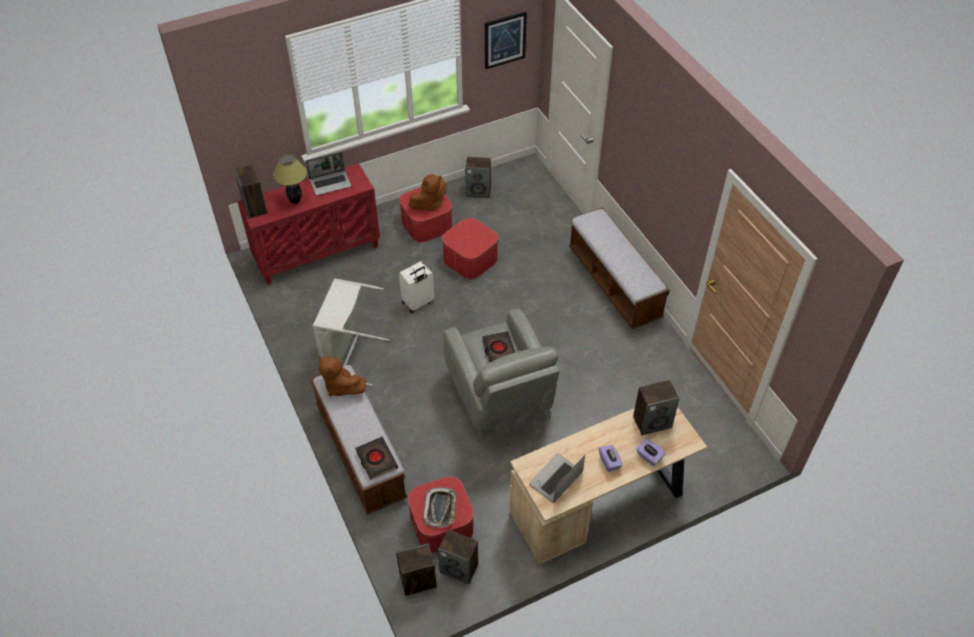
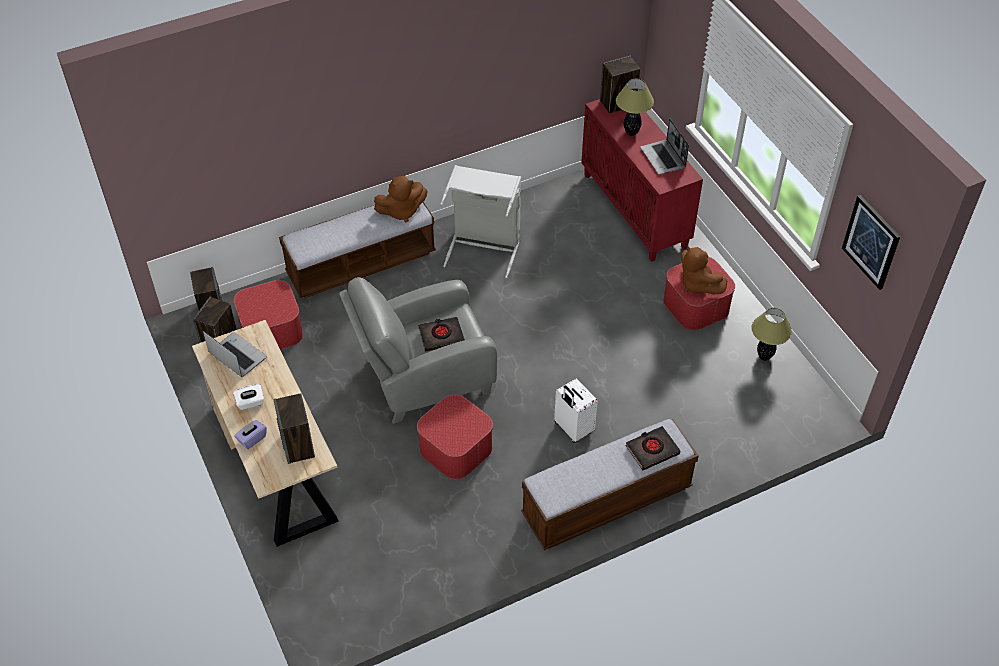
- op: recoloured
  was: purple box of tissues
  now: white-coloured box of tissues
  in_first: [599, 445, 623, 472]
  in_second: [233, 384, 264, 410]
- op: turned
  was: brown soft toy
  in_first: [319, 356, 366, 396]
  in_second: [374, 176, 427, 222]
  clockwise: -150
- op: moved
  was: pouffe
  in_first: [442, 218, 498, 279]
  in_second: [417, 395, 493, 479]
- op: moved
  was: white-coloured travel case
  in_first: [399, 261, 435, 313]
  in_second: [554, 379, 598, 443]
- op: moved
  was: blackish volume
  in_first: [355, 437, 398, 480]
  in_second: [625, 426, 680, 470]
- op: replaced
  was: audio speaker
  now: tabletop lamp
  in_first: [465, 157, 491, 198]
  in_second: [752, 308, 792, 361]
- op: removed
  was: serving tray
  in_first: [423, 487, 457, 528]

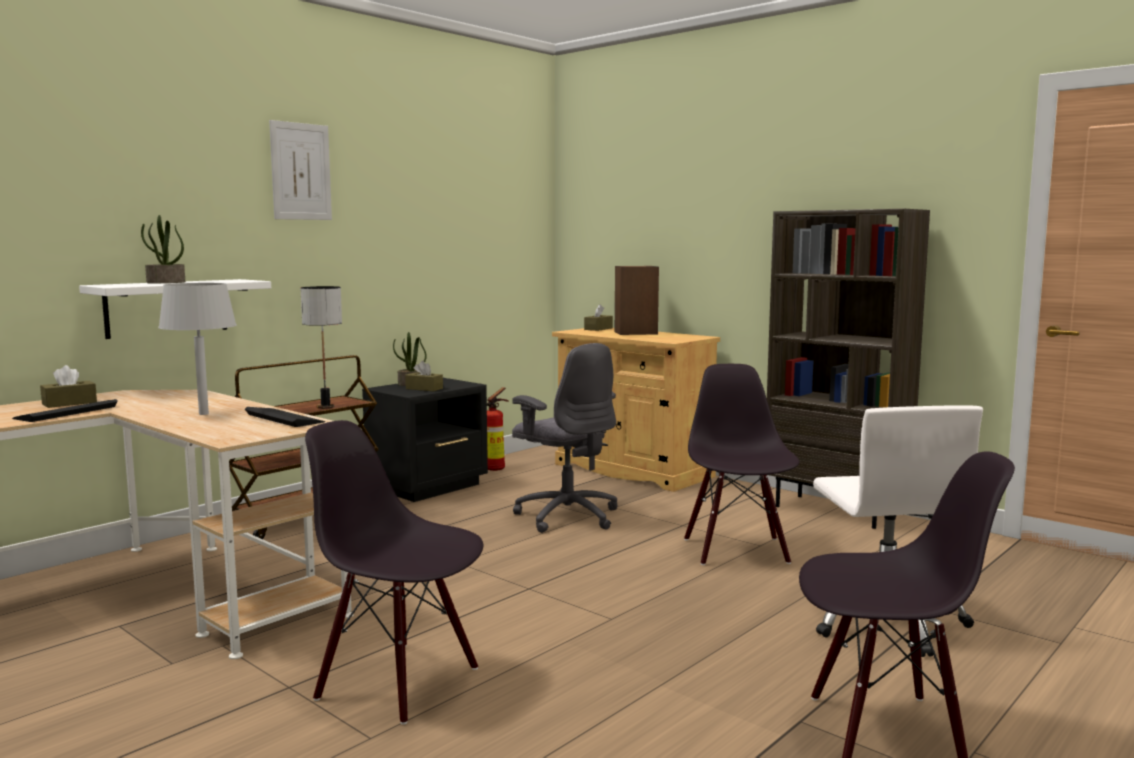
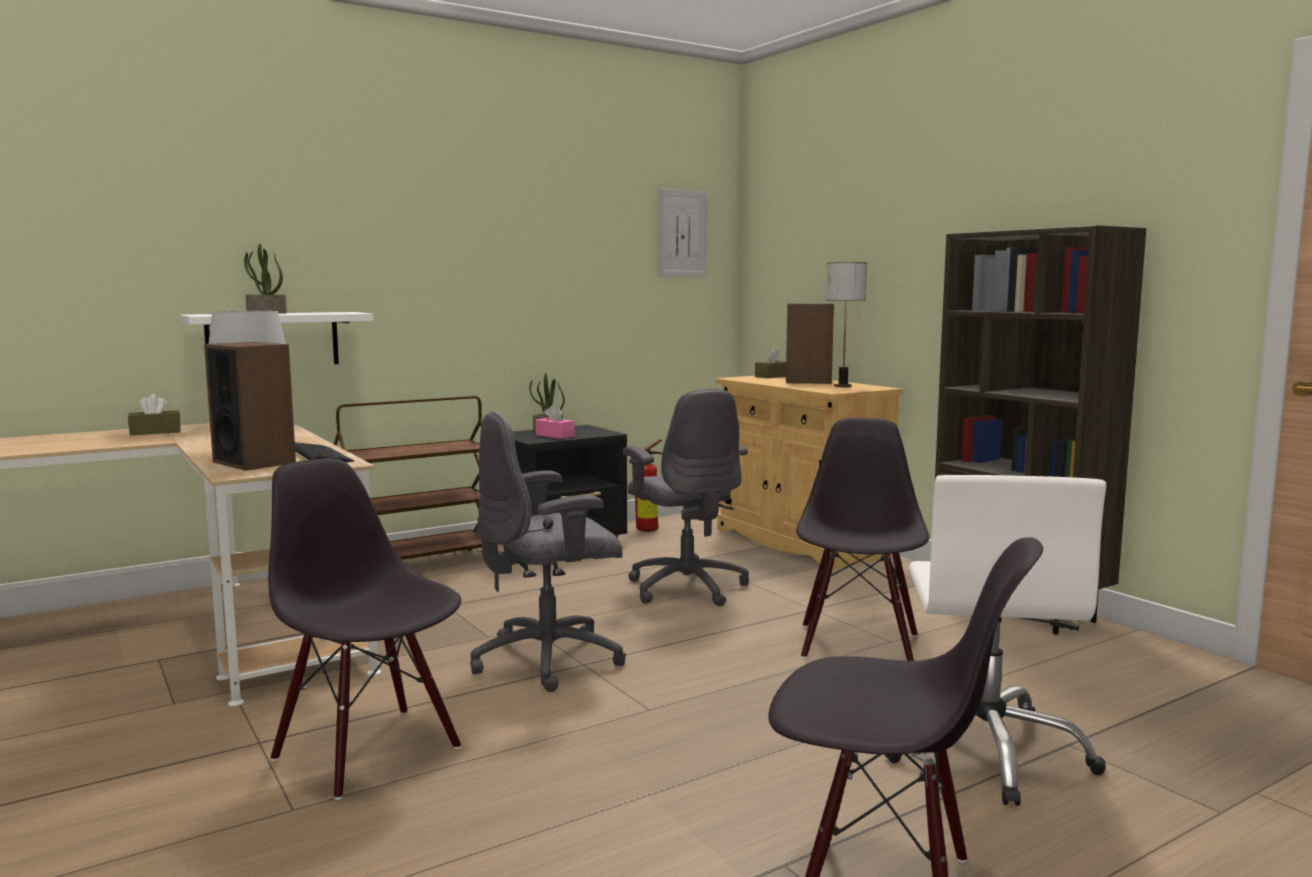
- op: added
  now: audio speaker
  in_second: [204, 342, 296, 471]
- op: added
  now: gray office chair
  in_second: [470, 412, 626, 692]
- op: recoloured
  was: brown box of tissues
  now: pink box of tissues
  in_first: [405, 361, 443, 391]
  in_second: [535, 405, 575, 439]
- op: moved
  was: picture
  in_first: [269, 120, 332, 220]
  in_second: [658, 188, 708, 277]
- op: moved
  was: tabletop lamp
  in_first: [300, 286, 342, 409]
  in_second: [826, 262, 867, 387]
- op: removed
  was: PC keyboard
  in_first: [12, 399, 118, 422]

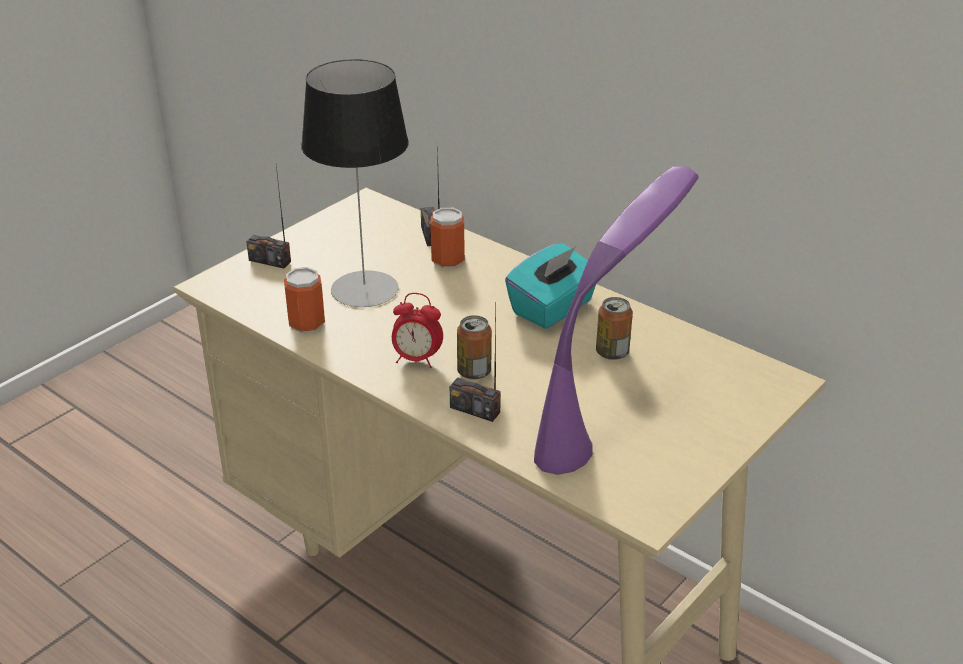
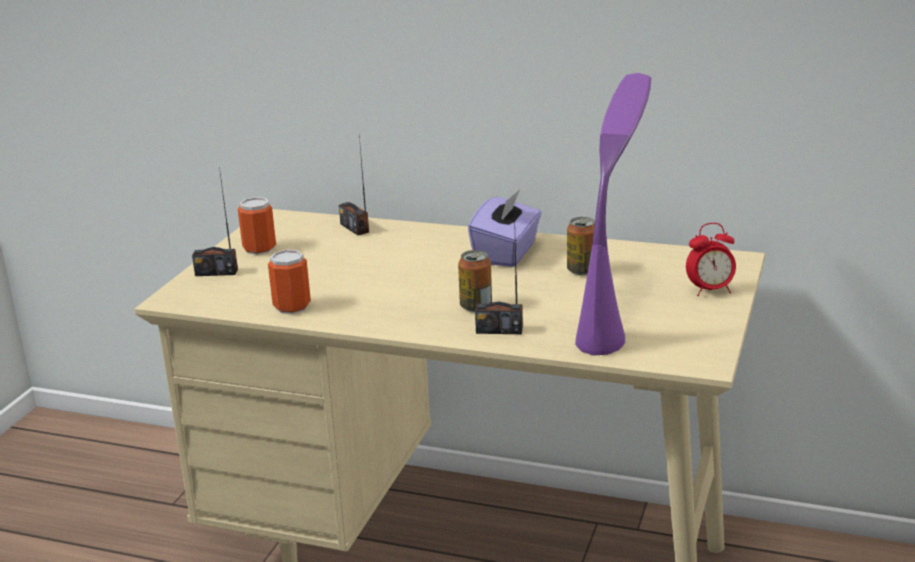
- op: moved
  was: can
  in_first: [431, 208, 465, 268]
  in_second: [238, 197, 276, 255]
- op: recoloured
  was: turquoise-coloured box of tissues
  now: purple box of tissues
  in_first: [505, 243, 597, 329]
  in_second: [468, 189, 542, 267]
- op: moved
  was: alarm clock
  in_first: [392, 293, 443, 368]
  in_second: [686, 223, 736, 296]
- op: removed
  was: tabletop lamp
  in_first: [301, 59, 409, 307]

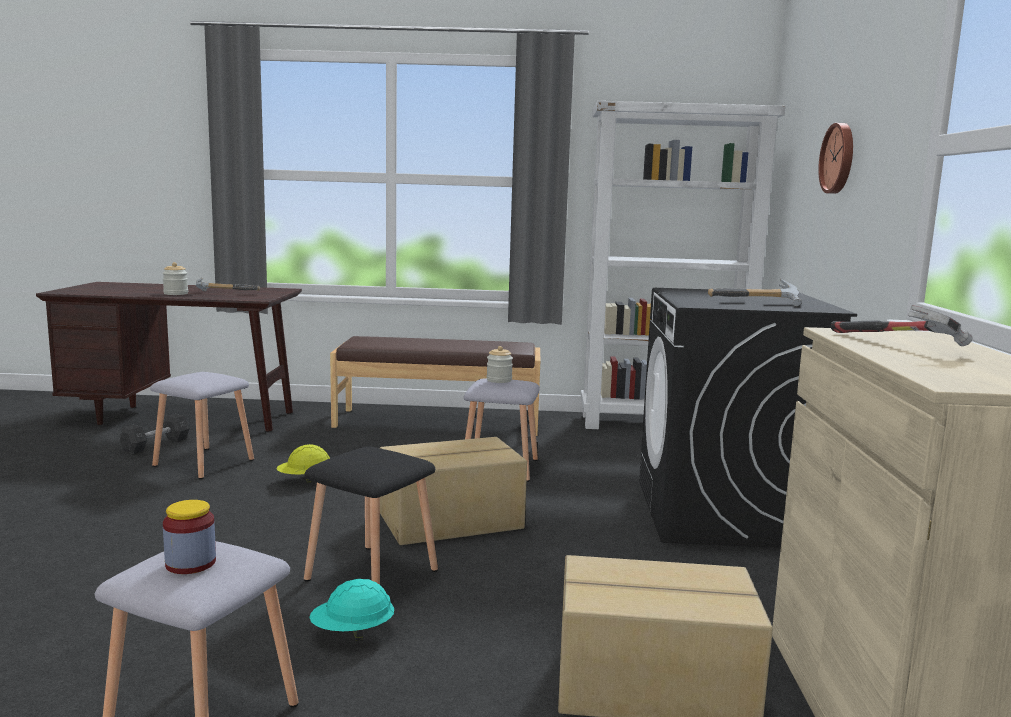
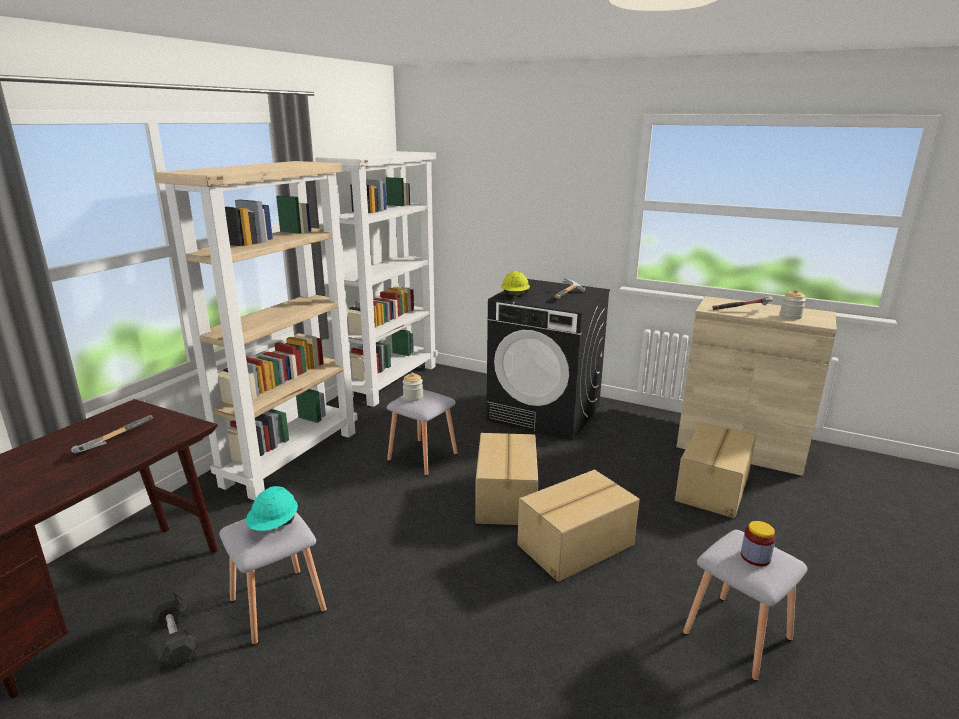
- op: replaced
  was: brown bench
  now: beige-coloured shelving unit
  in_first: [330, 336, 540, 436]
  in_second: [154, 161, 358, 501]
- op: moved
  was: turquoise-coloured safety helmet
  in_first: [309, 579, 394, 641]
  in_second: [246, 486, 298, 531]
- op: moved
  was: yellowish safety helmet
  in_first: [276, 444, 330, 483]
  in_second: [501, 271, 530, 296]
- op: replaced
  was: blackish sitting stool
  now: cardboard box
  in_first: [304, 446, 438, 585]
  in_second: [517, 470, 639, 582]
- op: moved
  was: storage jar
  in_first: [162, 262, 188, 295]
  in_second: [780, 289, 806, 319]
- op: removed
  was: hanging clock
  in_first: [818, 123, 853, 194]

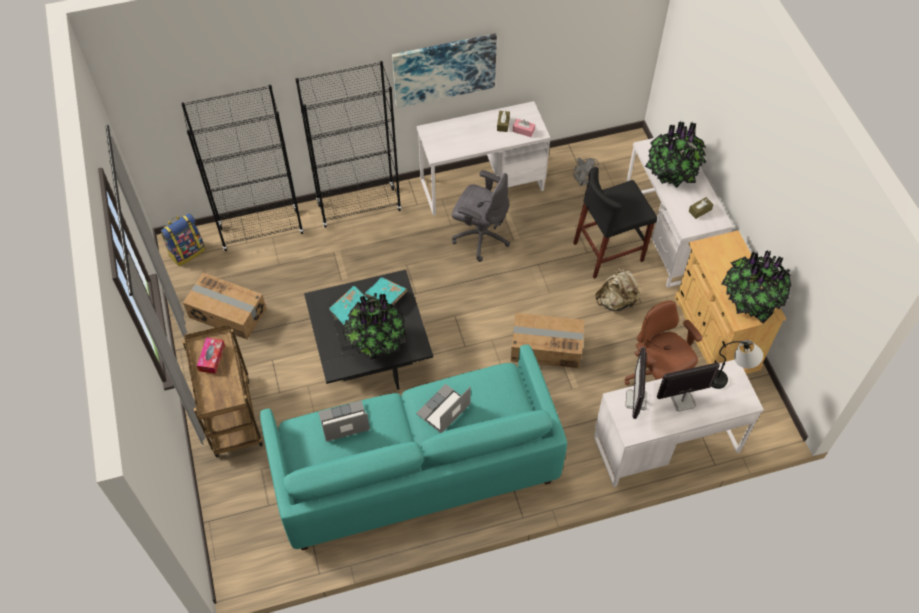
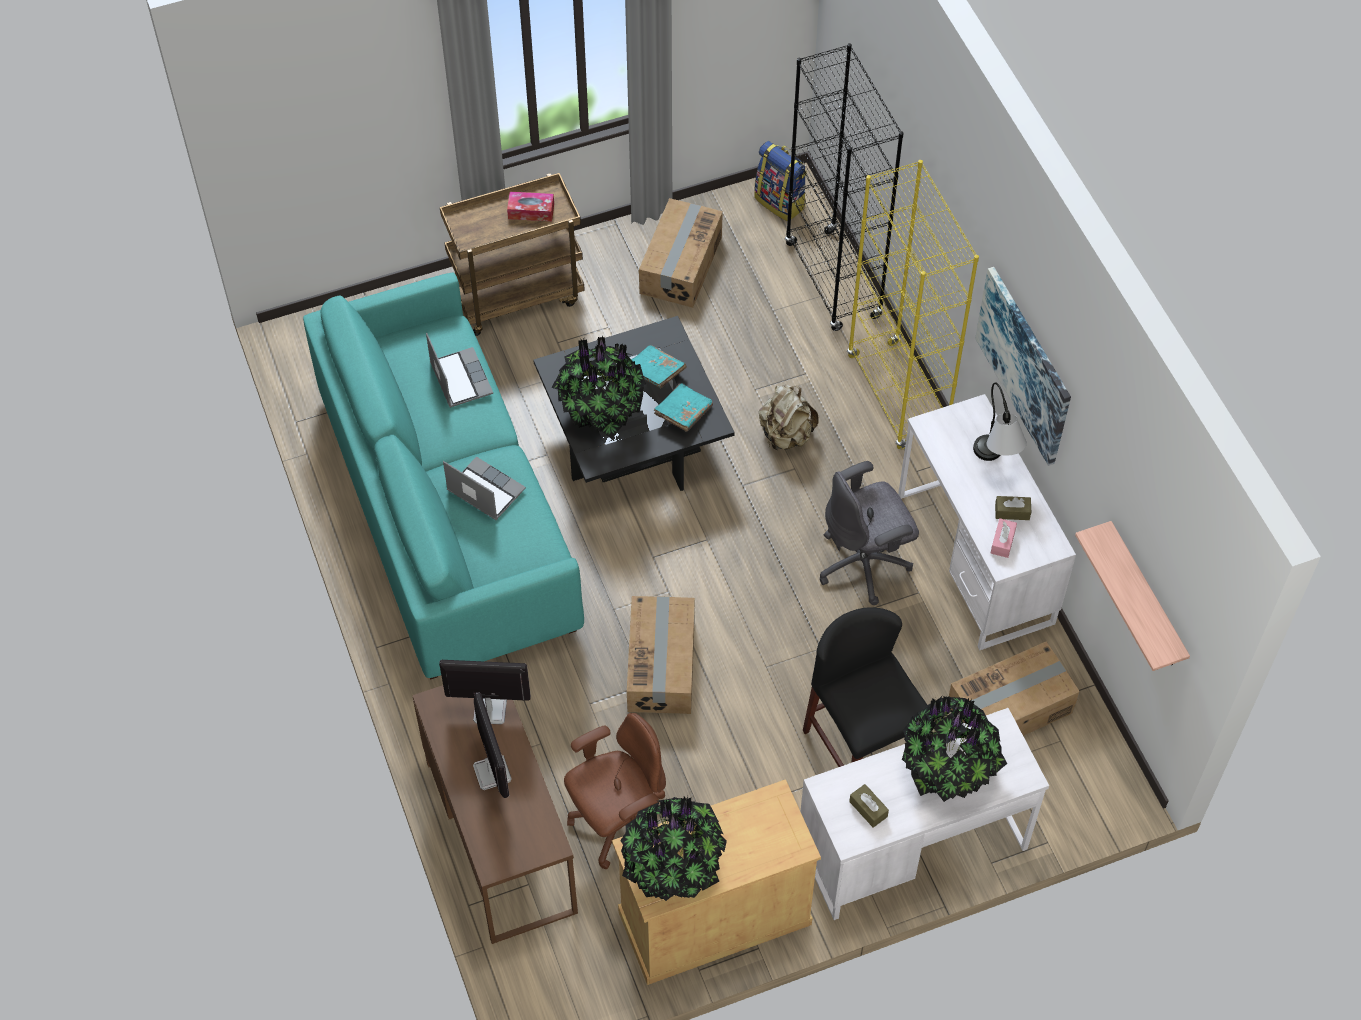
- op: recoloured
  was: white-coloured desk
  now: brown desk
  in_first: [594, 359, 764, 487]
  in_second: [412, 685, 578, 944]
- op: moved
  was: beige-coloured knapsack
  in_first: [595, 267, 640, 311]
  in_second: [759, 385, 819, 451]
- op: turned
  was: gray office chair
  in_first: [452, 170, 510, 262]
  in_second: [820, 461, 919, 605]
  clockwise: 45
- op: recoloured
  was: blackish shelving unit
  now: yellowish shelving unit
  in_first: [295, 61, 402, 228]
  in_second: [847, 160, 979, 450]
- op: replaced
  was: gray cooling fan
  now: cardboard box
  in_first: [573, 158, 599, 186]
  in_second: [949, 641, 1080, 736]
- op: moved
  was: tabletop lamp
  in_first: [711, 340, 763, 389]
  in_second: [973, 382, 1027, 461]
- op: added
  now: shelf
  in_second: [1075, 521, 1190, 671]

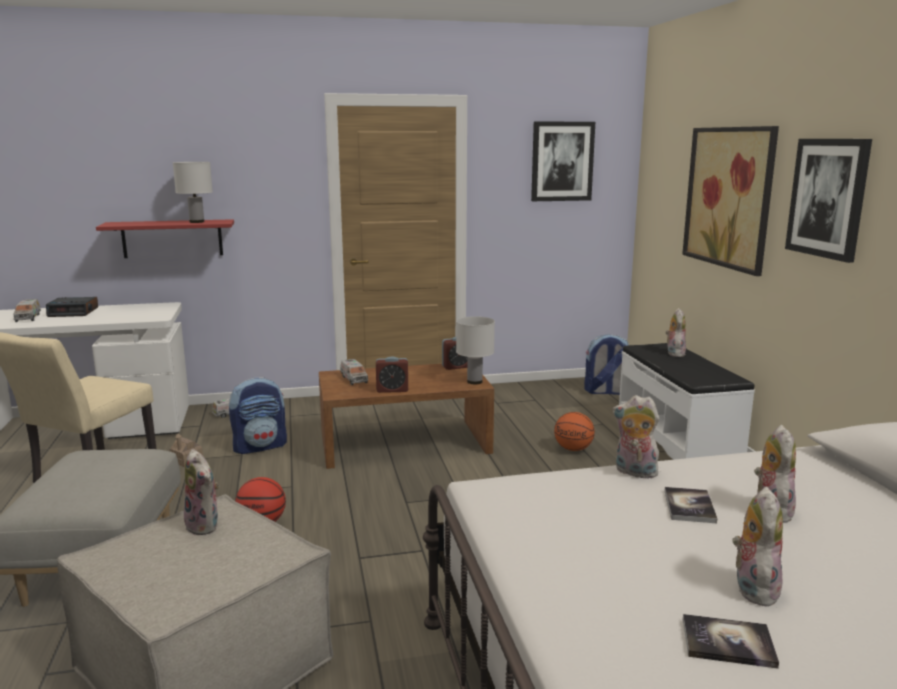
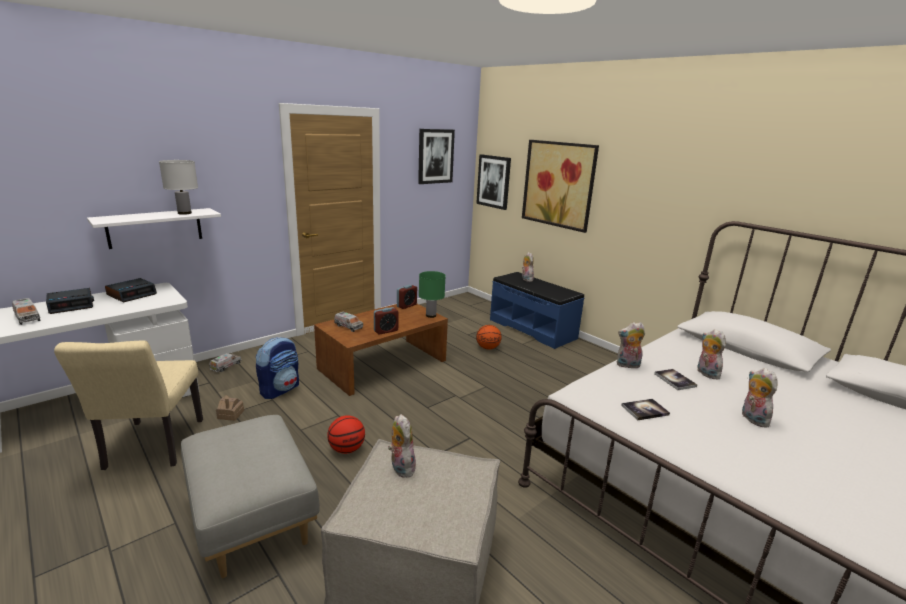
- op: recoloured
  was: red-coloured shelf
  now: white-coloured shelf
  in_first: [96, 219, 234, 258]
  in_second: [87, 208, 221, 249]
- op: added
  now: alarm clock
  in_second: [105, 278, 157, 302]
- op: turned
  was: soft toy
  in_first: [184, 449, 219, 536]
  in_second: [388, 414, 416, 478]
  clockwise: -135
- op: recoloured
  was: white-coloured tabletop lamp
  now: green-coloured tabletop lamp
  in_first: [456, 316, 495, 384]
  in_second: [419, 271, 446, 318]
- op: moved
  was: picture
  in_first: [785, 139, 872, 263]
  in_second: [476, 154, 511, 210]
- op: recoloured
  was: white-coloured bench
  now: bluish bench
  in_first: [619, 343, 755, 460]
  in_second: [490, 272, 584, 349]
- op: moved
  was: volume
  in_first: [683, 614, 779, 669]
  in_second: [621, 399, 670, 420]
- op: removed
  was: knapsack
  in_first: [584, 334, 629, 395]

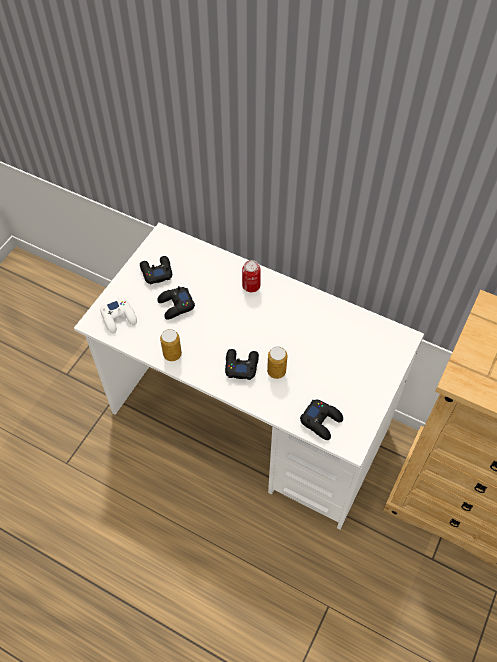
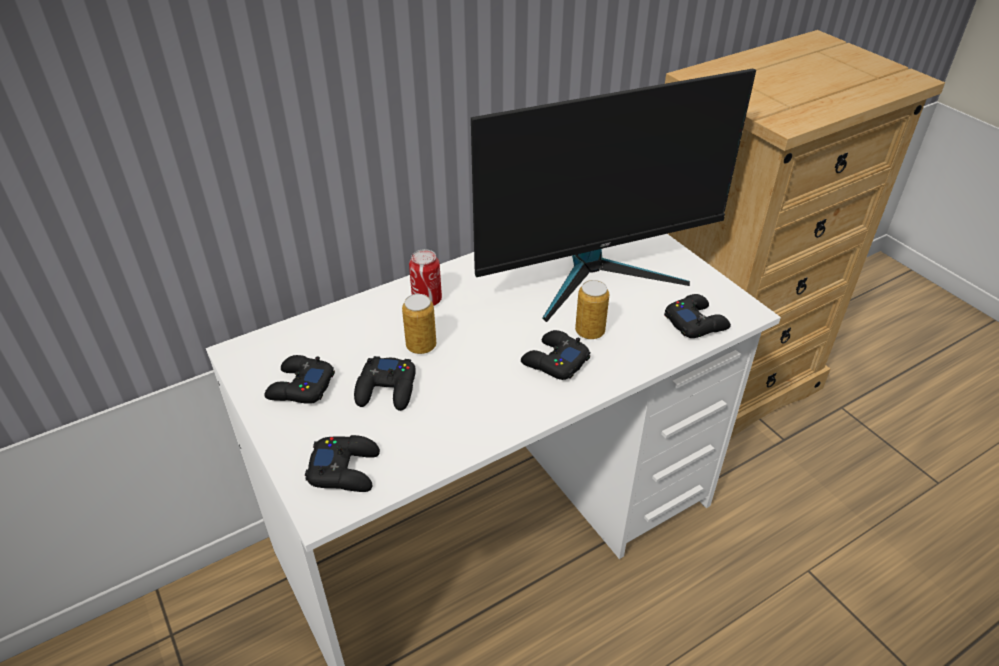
- op: recoloured
  was: white-coloured gamepad
  now: blackish gamepad
  in_first: [100, 297, 137, 333]
  in_second: [305, 435, 380, 492]
- op: moved
  was: can
  in_first: [160, 329, 182, 361]
  in_second: [402, 294, 436, 354]
- op: added
  now: monitor
  in_second: [471, 69, 756, 322]

